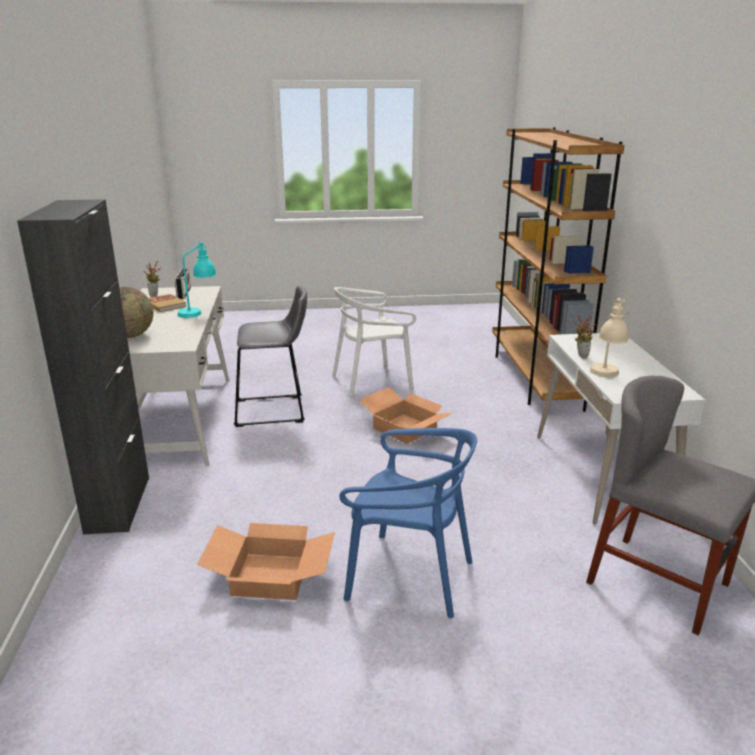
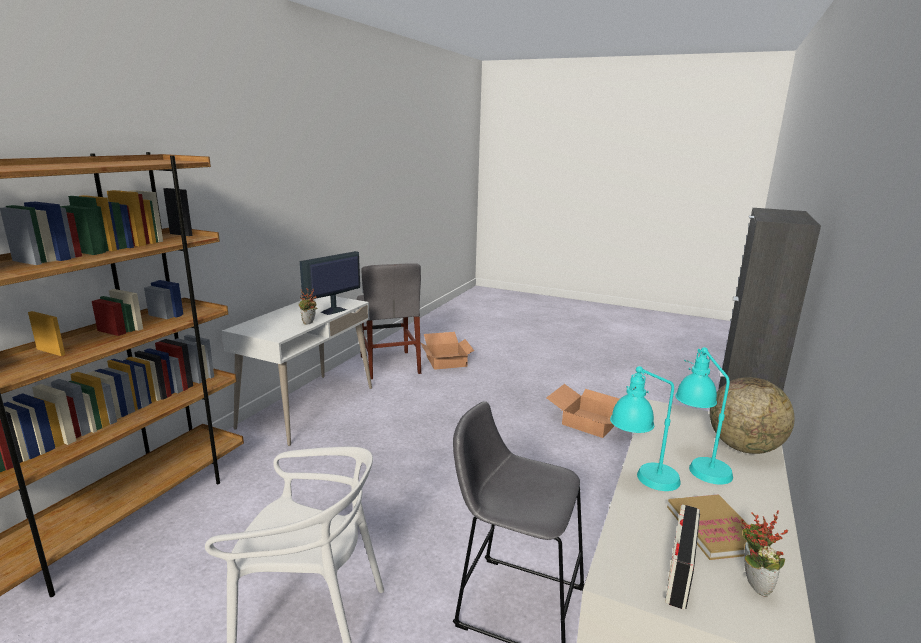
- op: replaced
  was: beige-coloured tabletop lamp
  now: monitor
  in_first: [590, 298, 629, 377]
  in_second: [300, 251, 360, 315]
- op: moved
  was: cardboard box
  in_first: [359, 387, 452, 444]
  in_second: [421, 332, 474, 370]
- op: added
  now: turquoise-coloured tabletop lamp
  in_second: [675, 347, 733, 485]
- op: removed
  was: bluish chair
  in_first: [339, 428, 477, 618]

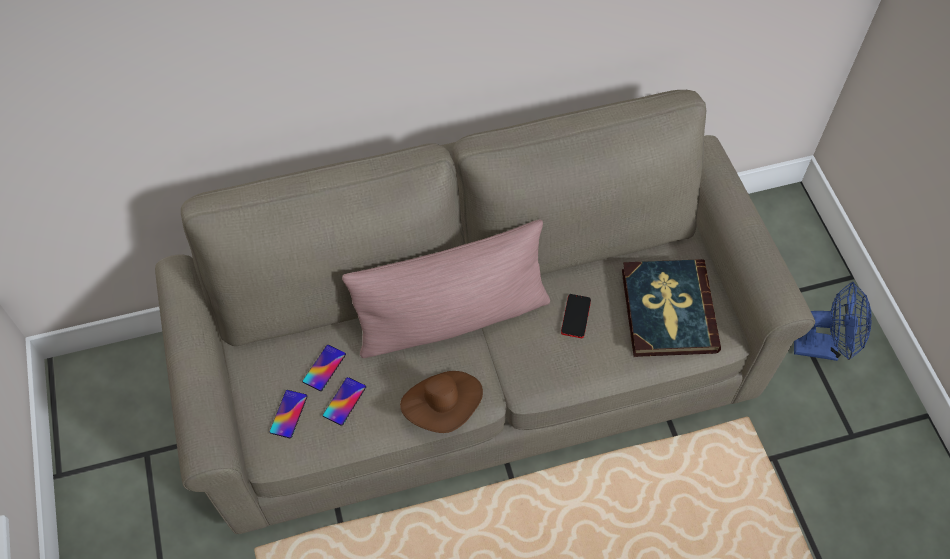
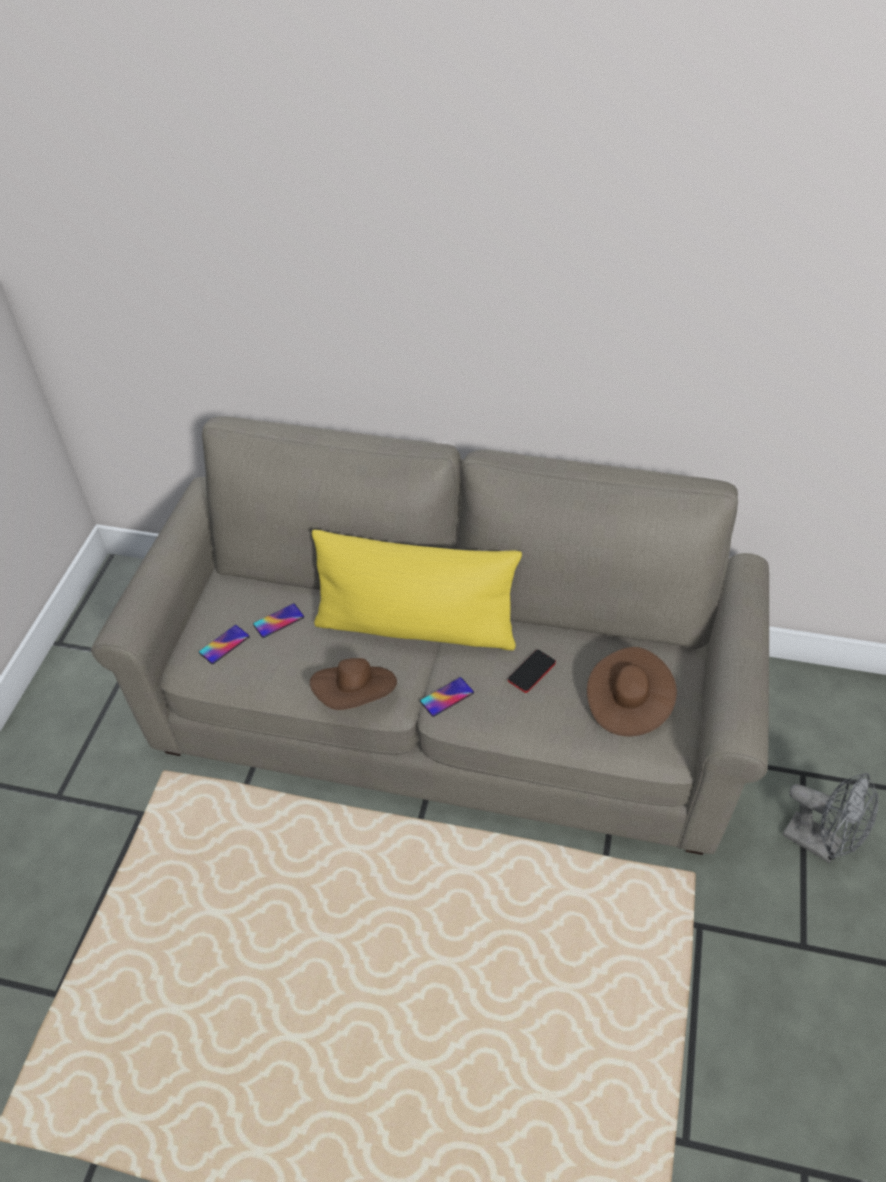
- op: recoloured
  was: pink throw pillow
  now: yellowish throw pillow
  in_first: [342, 220, 550, 358]
  in_second: [312, 530, 522, 651]
- op: moved
  was: phone
  in_first: [323, 377, 366, 426]
  in_second: [420, 677, 474, 717]
- op: replaced
  was: volume
  now: brown hat
  in_first: [622, 259, 721, 357]
  in_second: [587, 647, 677, 736]
- op: recoloured
  was: bluish cooling fan
  now: gray cooling fan
  in_first: [794, 281, 872, 361]
  in_second: [783, 773, 878, 863]

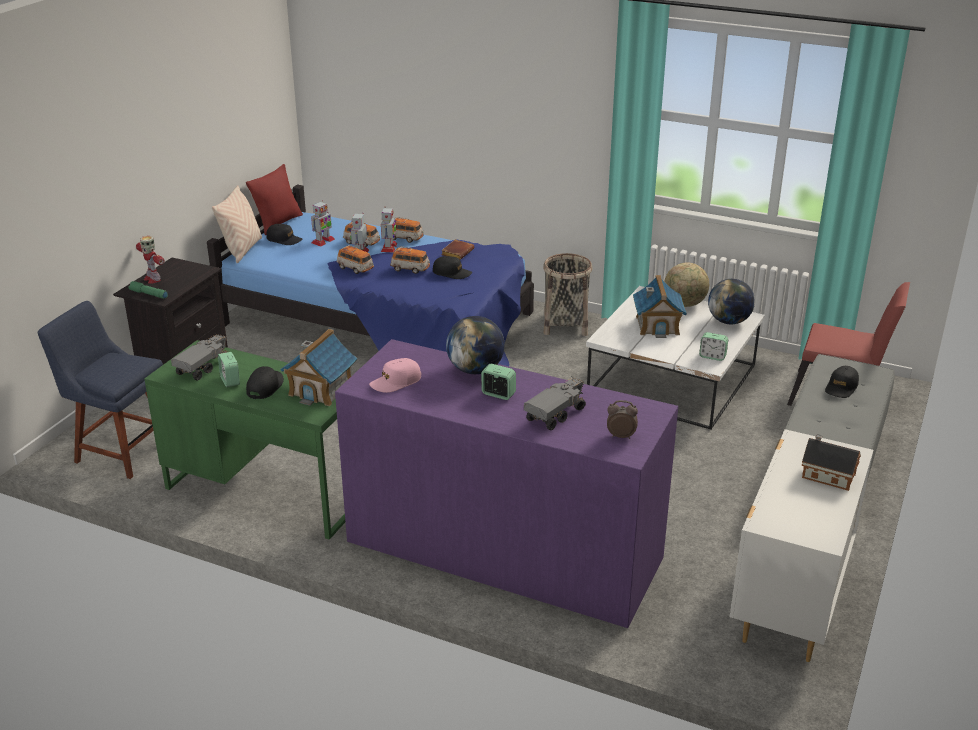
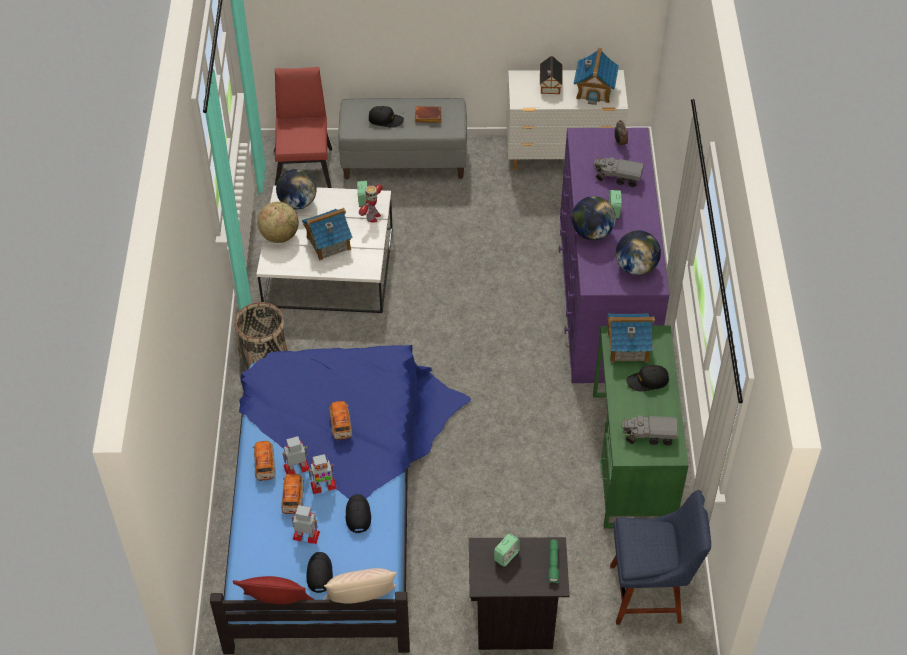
- op: moved
  was: blackish cap
  in_first: [433, 256, 472, 279]
  in_second: [346, 494, 371, 533]
- op: moved
  was: model robot
  in_first: [136, 236, 165, 284]
  in_second: [359, 184, 383, 223]
- op: moved
  was: brown volume
  in_first: [441, 239, 474, 260]
  in_second: [415, 106, 442, 123]
- op: moved
  was: alarm clock
  in_first: [218, 352, 240, 387]
  in_second: [494, 533, 520, 567]
- op: added
  now: toy house
  in_second: [574, 48, 619, 105]
- op: turned
  was: bluish chair
  in_first: [38, 301, 163, 479]
  in_second: [610, 490, 711, 625]
  clockwise: -90
- op: replaced
  was: pink cap
  now: world globe
  in_first: [369, 358, 422, 393]
  in_second: [616, 230, 661, 275]
- op: removed
  was: model car
  in_first: [336, 245, 374, 274]

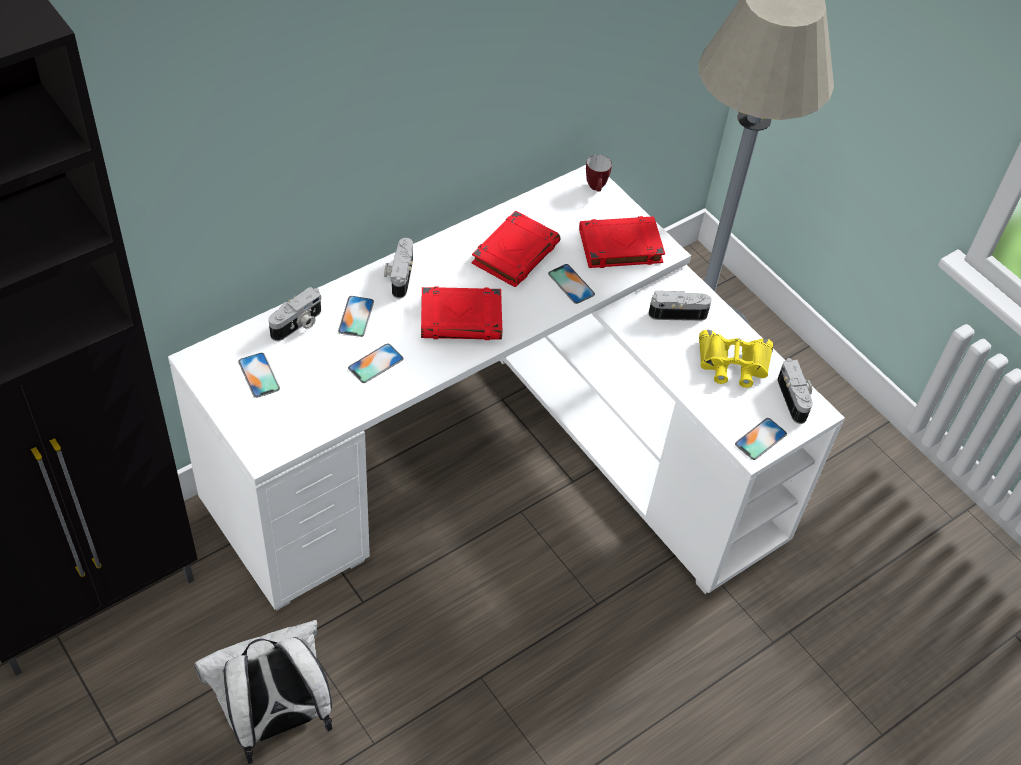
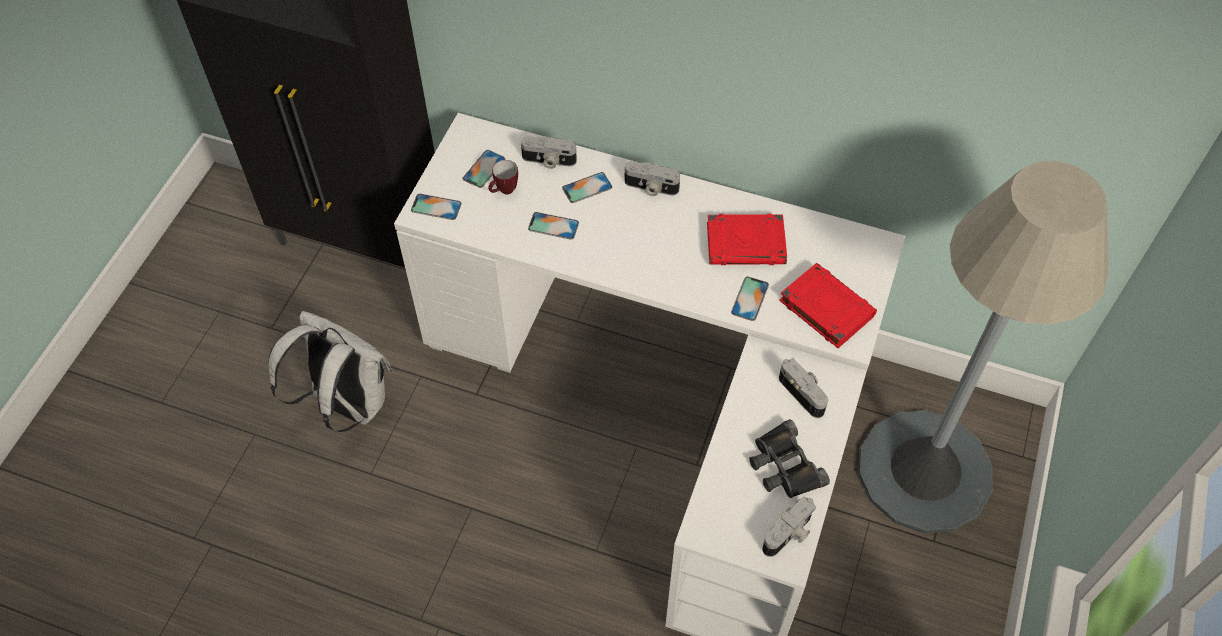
- op: moved
  was: phone
  in_first: [735, 418, 787, 460]
  in_second: [411, 194, 462, 220]
- op: moved
  was: mug
  in_first: [586, 155, 612, 192]
  in_second: [488, 160, 518, 194]
- op: turned
  was: still camera
  in_first: [384, 238, 413, 299]
  in_second: [625, 161, 680, 196]
  clockwise: -135
- op: recoloured
  was: yellowish pair of binoculars
  now: blackish pair of binoculars
  in_first: [699, 330, 773, 388]
  in_second: [749, 419, 830, 498]
- op: removed
  was: red-coloured volume
  in_first: [421, 286, 502, 340]

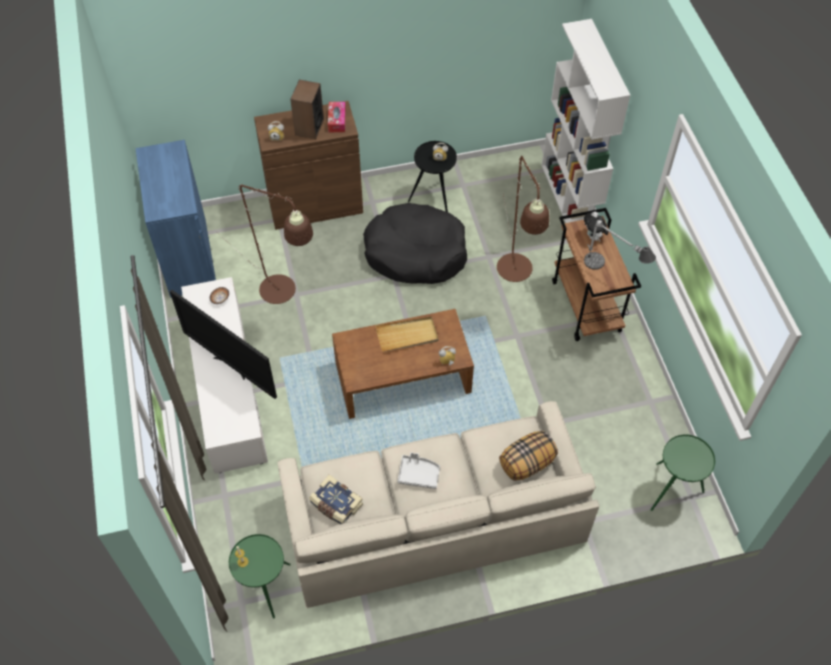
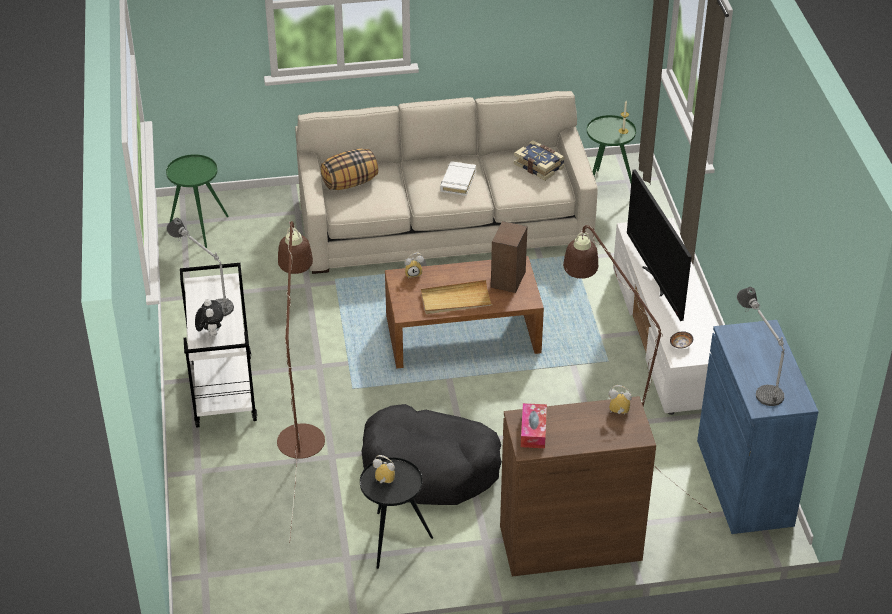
- op: recoloured
  was: brown wheeled cart
  now: white-coloured wheeled cart
  in_first: [552, 208, 641, 341]
  in_second: [180, 263, 257, 428]
- op: replaced
  was: gray serving tray
  now: white-coloured volume
  in_first: [397, 452, 440, 489]
  in_second: [440, 161, 476, 196]
- op: moved
  was: audio speaker
  in_first: [290, 80, 324, 139]
  in_second: [491, 221, 528, 293]
- op: turned
  was: television
  in_first: [170, 290, 277, 399]
  in_second: [627, 169, 692, 321]
  clockwise: -150
- op: added
  now: tabletop lamp
  in_second: [737, 287, 785, 406]
- op: removed
  was: white-coloured shelving unit
  in_first: [541, 19, 630, 223]

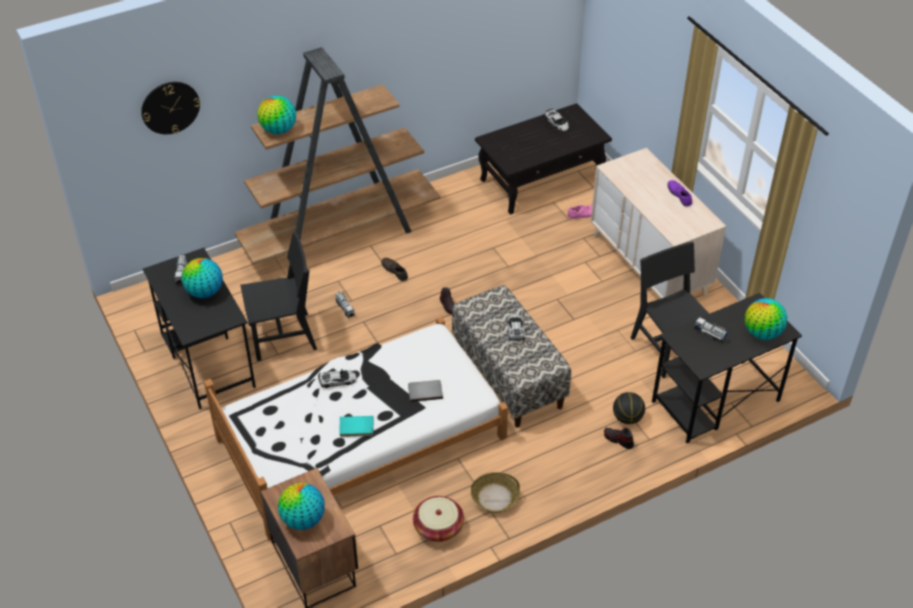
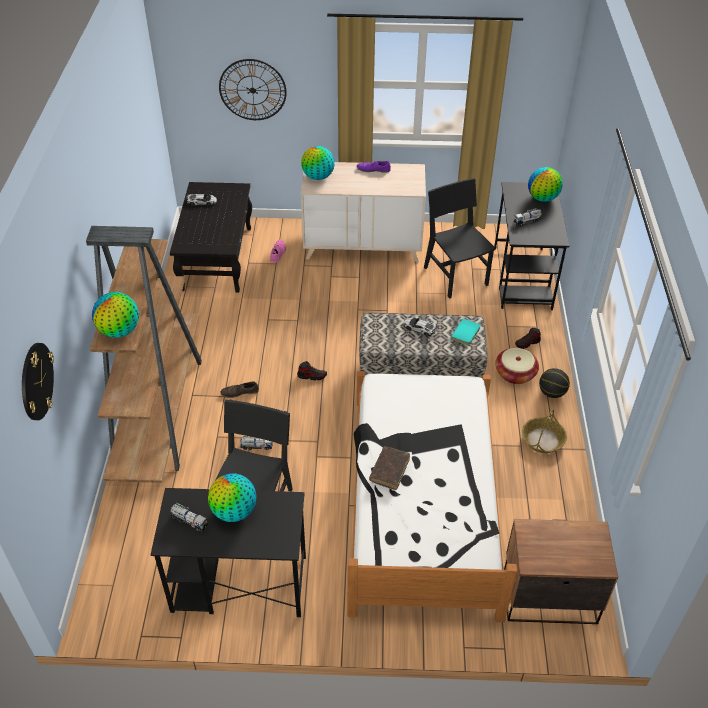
- op: added
  now: hanging clock
  in_second: [219, 59, 287, 120]
- op: moved
  was: world globe
  in_first: [278, 483, 325, 530]
  in_second: [301, 146, 335, 180]
- op: replaced
  was: model car
  now: brown volume
  in_first: [318, 369, 356, 388]
  in_second: [369, 447, 410, 490]
- op: turned
  was: blackish chair
  in_first: [631, 242, 709, 378]
  in_second: [424, 178, 496, 298]
  clockwise: 60
- op: moved
  was: turquoise-coloured volume
  in_first: [339, 416, 374, 437]
  in_second: [451, 318, 481, 345]
- op: moved
  was: basket
  in_first: [413, 496, 464, 542]
  in_second: [495, 348, 539, 384]
- op: moved
  was: basketball
  in_first: [613, 392, 645, 424]
  in_second: [539, 368, 570, 398]
- op: removed
  was: gray volume
  in_first: [408, 380, 443, 402]

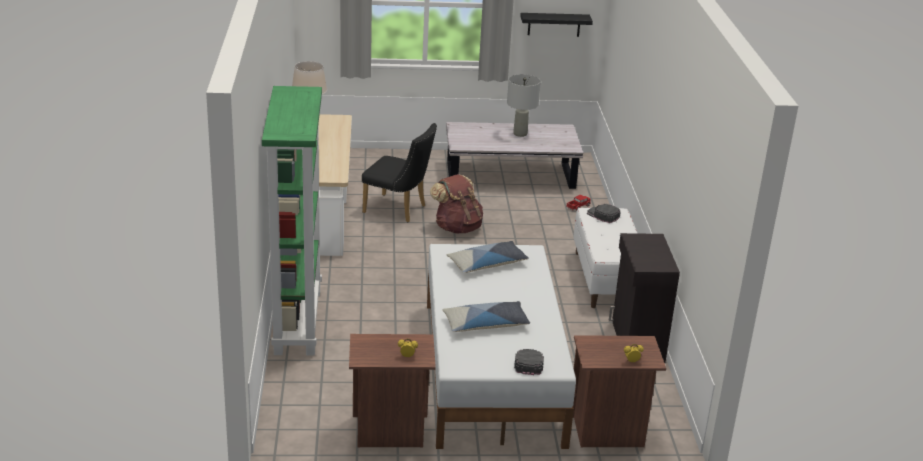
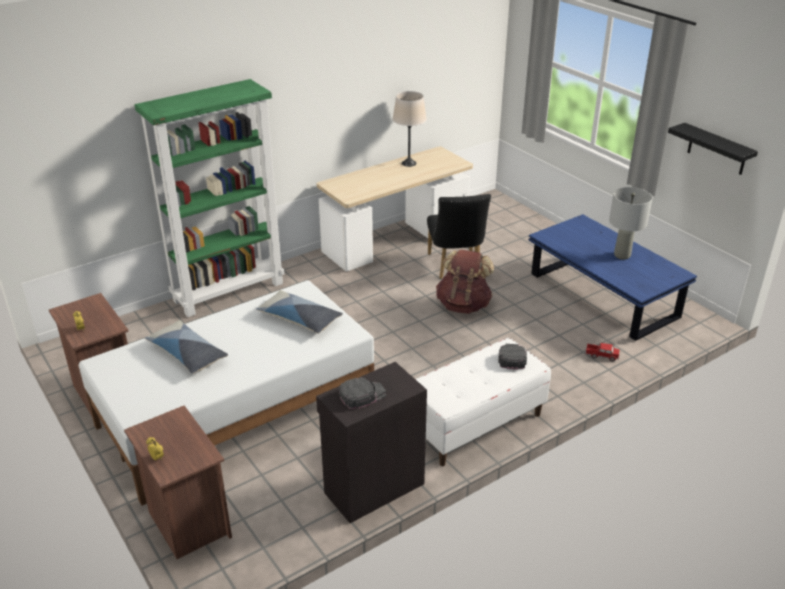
- op: moved
  was: blackish cap
  in_first: [514, 349, 544, 375]
  in_second: [339, 377, 386, 410]
- op: recoloured
  was: white-coloured lounge table
  now: bluish lounge table
  in_first: [446, 122, 583, 189]
  in_second: [528, 214, 697, 341]

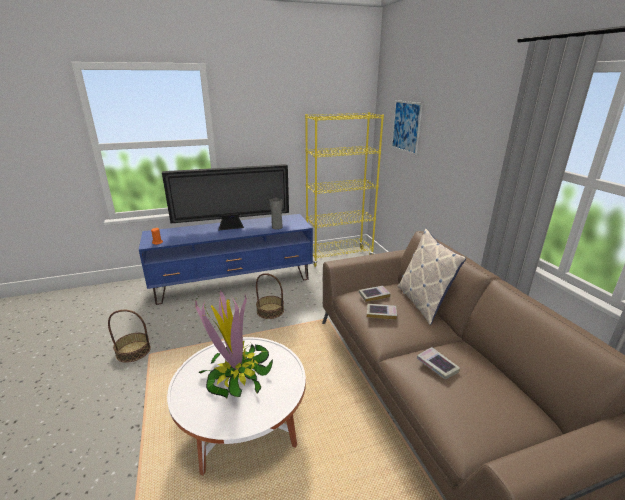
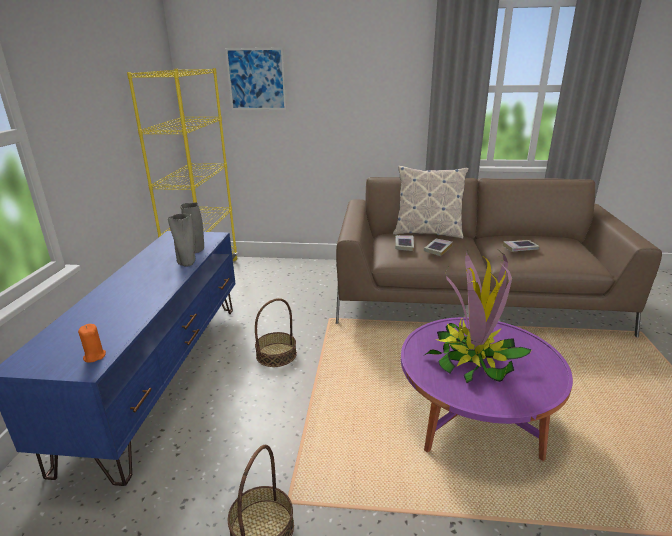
- op: added
  now: gray vase
  in_second: [168, 214, 195, 267]
- op: recoloured
  was: white-coloured lounge table
  now: purple lounge table
  in_first: [167, 337, 306, 476]
  in_second: [401, 317, 573, 461]
- op: removed
  was: television
  in_first: [162, 164, 289, 231]

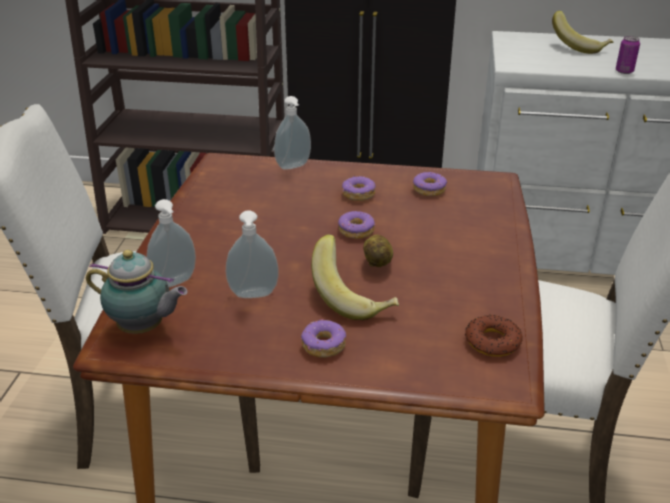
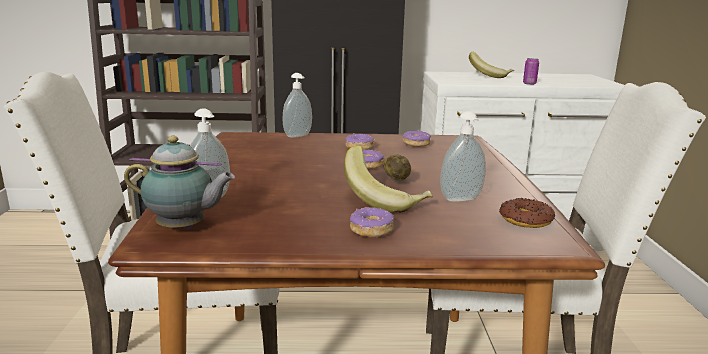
- op: moved
  was: liquid soap bottle
  in_first: [226, 210, 279, 298]
  in_second: [440, 111, 486, 202]

